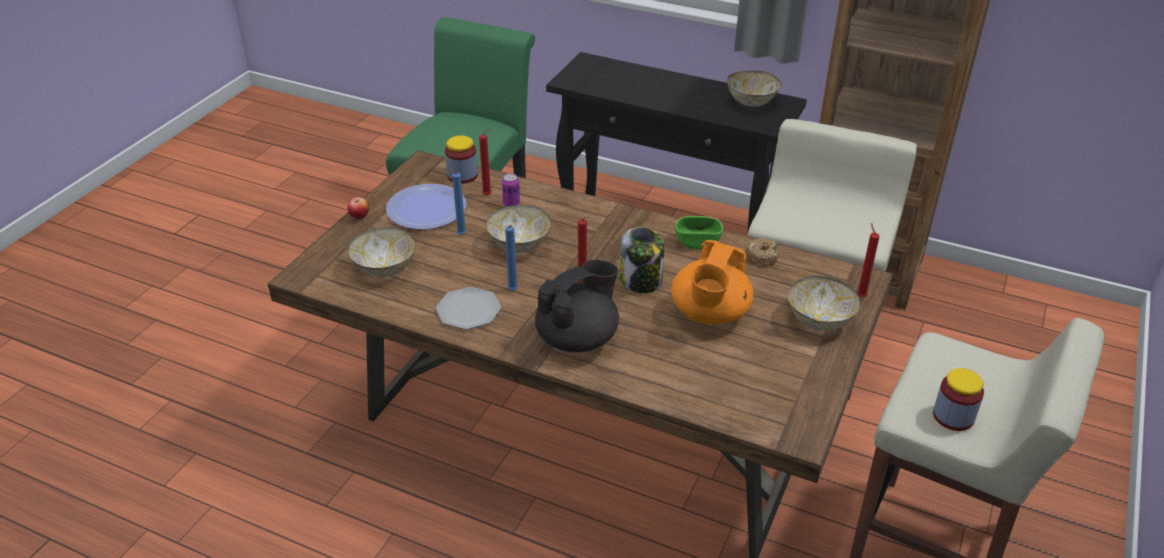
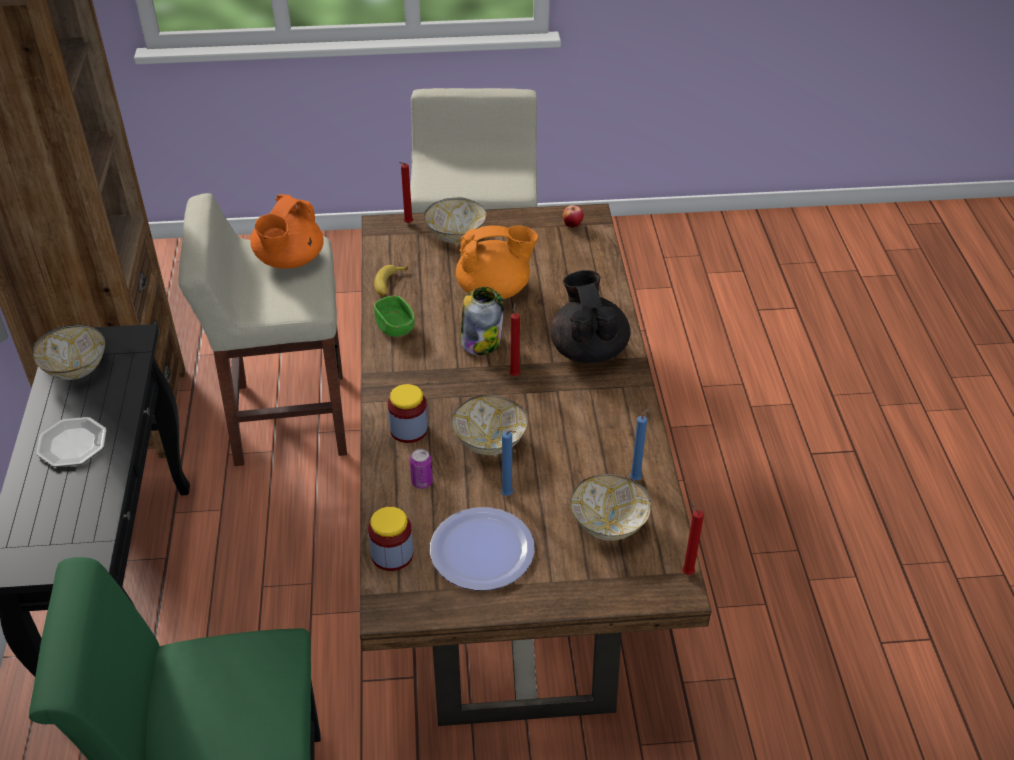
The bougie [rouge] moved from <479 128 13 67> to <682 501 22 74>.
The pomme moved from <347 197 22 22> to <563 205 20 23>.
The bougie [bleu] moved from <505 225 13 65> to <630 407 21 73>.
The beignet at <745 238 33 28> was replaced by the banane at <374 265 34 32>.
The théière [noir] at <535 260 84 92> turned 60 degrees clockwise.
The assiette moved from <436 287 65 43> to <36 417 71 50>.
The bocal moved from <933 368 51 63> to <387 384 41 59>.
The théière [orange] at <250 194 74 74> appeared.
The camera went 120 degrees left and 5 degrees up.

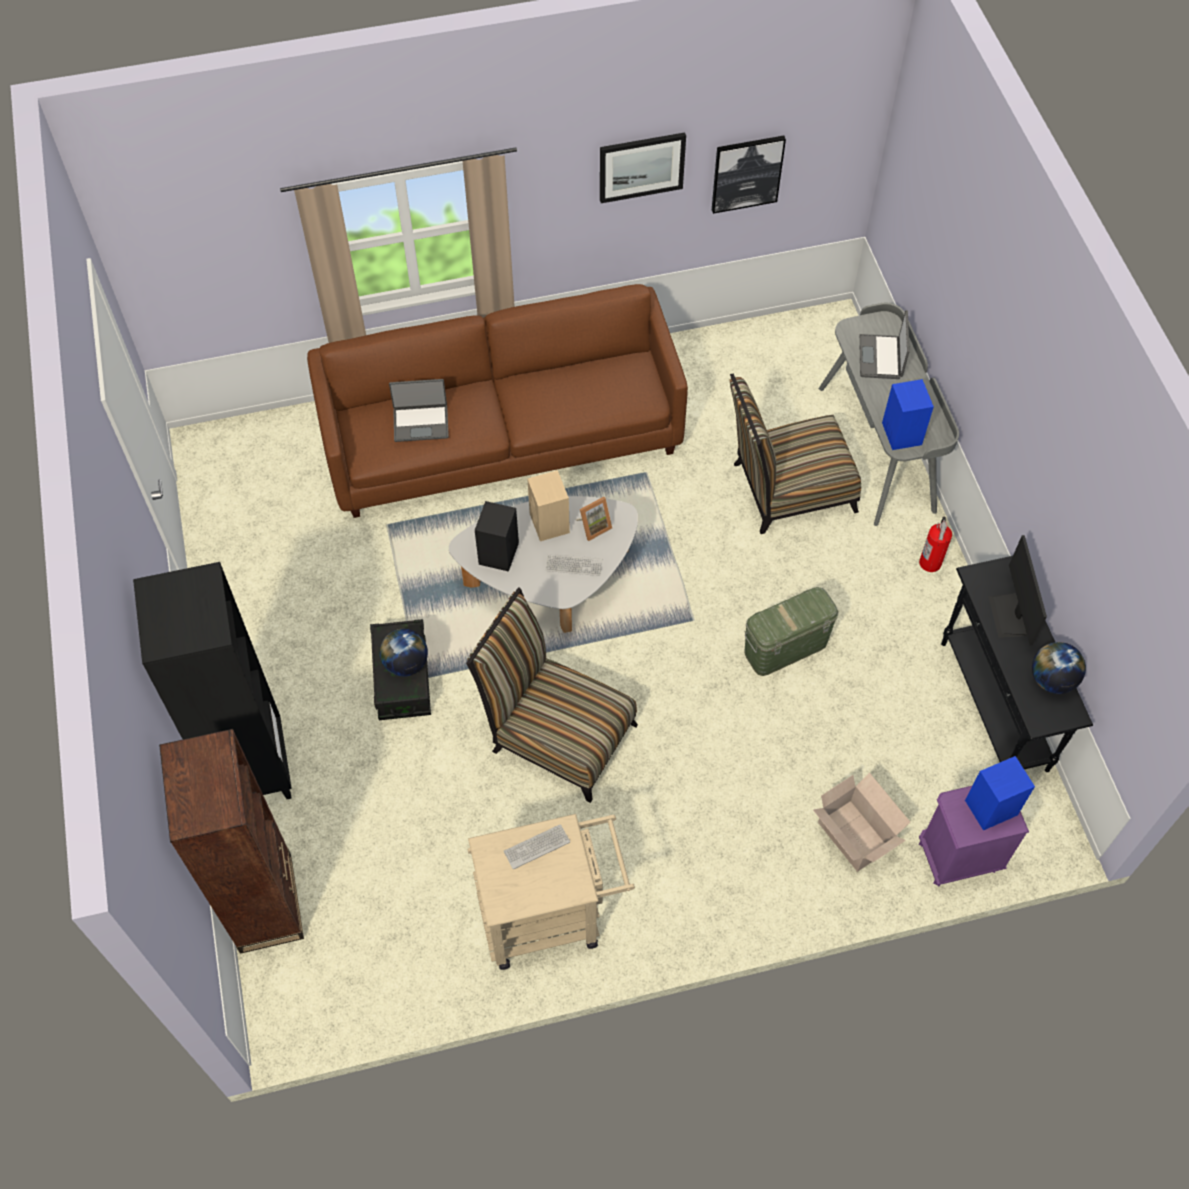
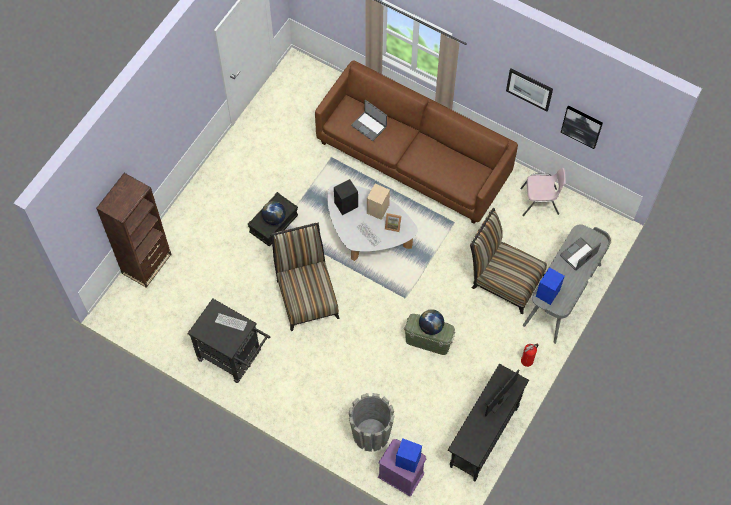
The bibliothèque [noir] at <133 562 159 237> disappeared.
The globe moved from <1032 642 54 52> to <419 309 25 26>.
The carton at <813 773 97 99> was replaced by the cache-pot [gris] at <349 393 45 59>.
The chariot [beige] at <467 814 168 156> became the chariot [noir] at <187 299 83 84>.
The chaise [rose] at <520 168 46 48> appeared.
The camera went 45 degrees right and 5 degrees up.

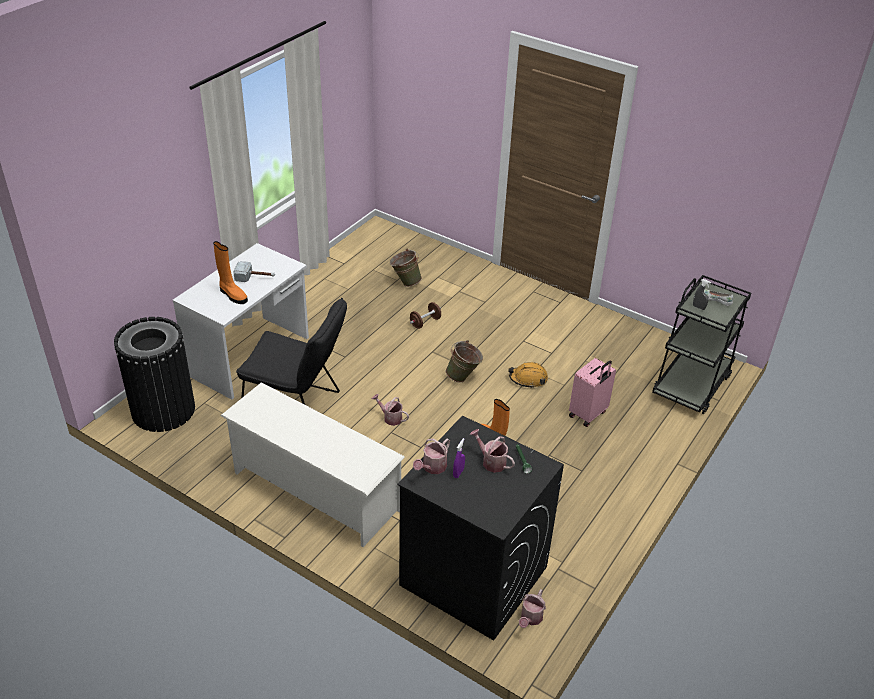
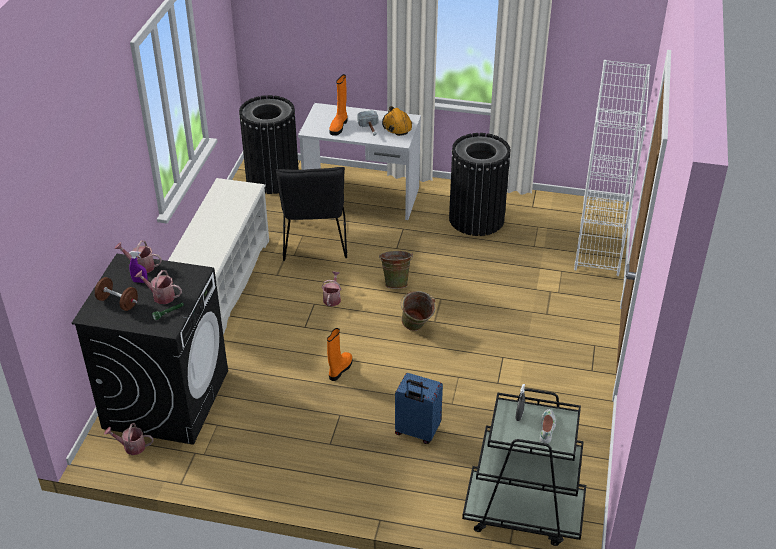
The seau [vert] moved from <390 249 32 38> to <379 251 34 38>.
The haltère [marron] moved from <410 302 31 27> to <95 277 43 34>.
The valise [rose] at <569 358 47 69> became the valise [bleu] at <395 373 48 71>.
The casque de chantier [orange] moved from <508 362 40 26> to <382 106 30 30>.
The arrosoir at <470 429 45 44> turned 90 degrees counterclockwise.
The bibliothèque [blanc] at <574 60 76 216> appeared.
The poubelle [noir] at <449 133 62 103> appeared.
The camera went 70 degrees right and 0 degrees up.

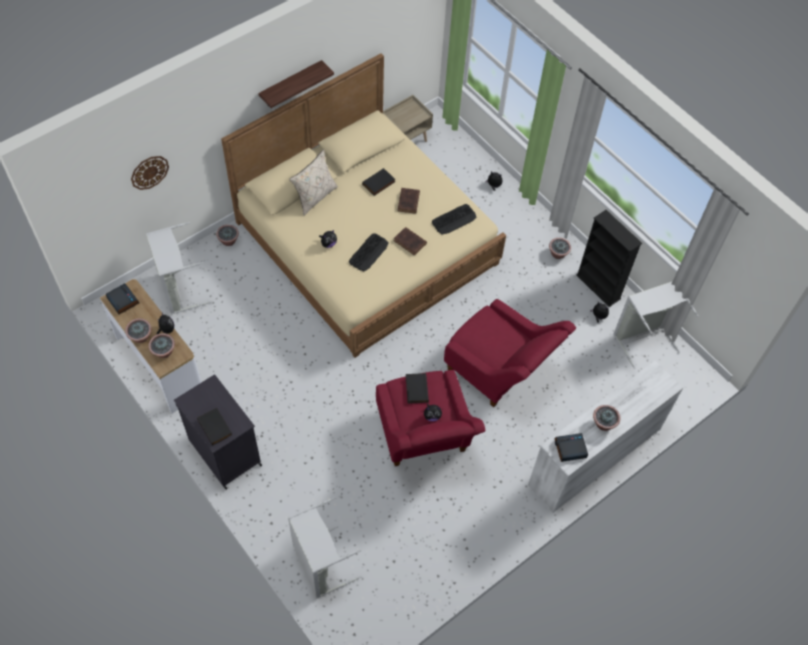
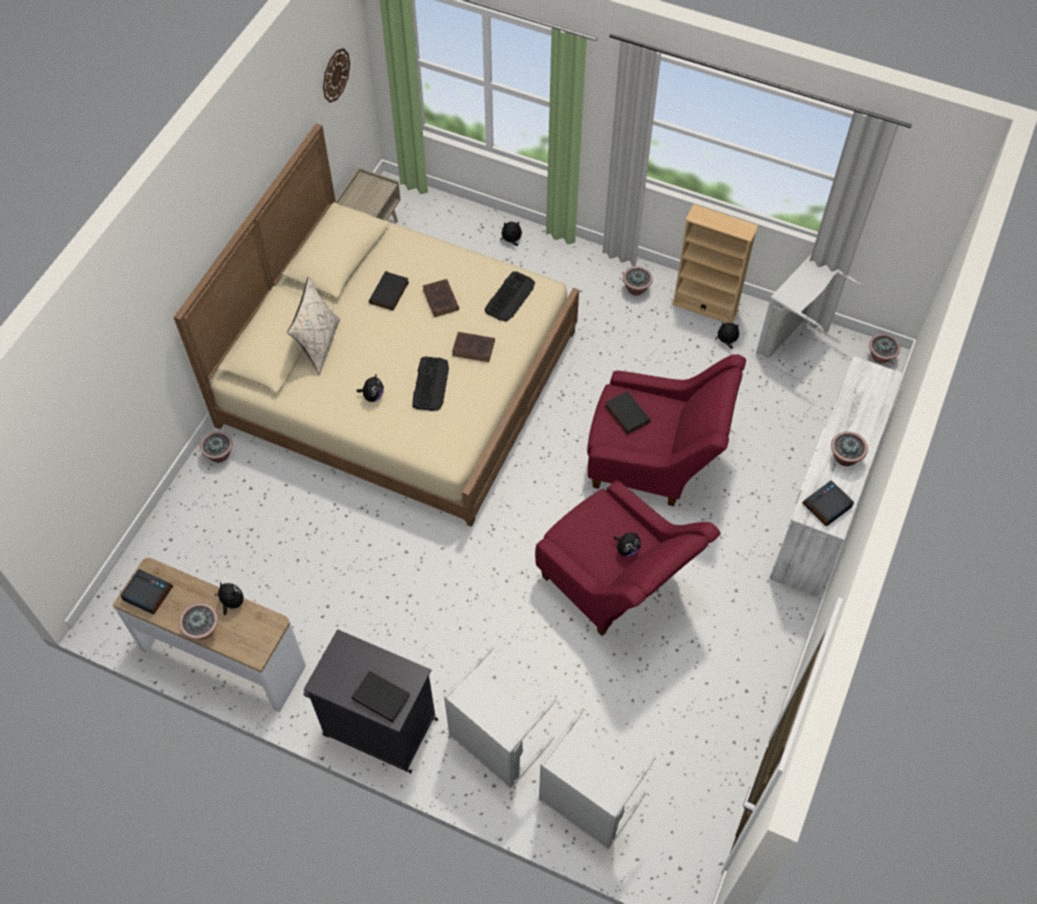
The étagère at <258 60 76 48> disappeared.
The horloge murale moved from <131 156 38 34> to <323 48 27 55>.
The bibliothèque [noir] at <576 210 66 97> became the bibliothèque [beige] at <672 204 87 119>.
The panier à linge [gris] moved from <146 222 67 93> to <444 646 113 142>.
The plante en pot moved from <149 333 26 25> to <869 334 31 29>.
The livre [noir] moved from <405 373 24 31> to <605 391 46 43>.
The camera went 25 degrees left and 0 degrees up.

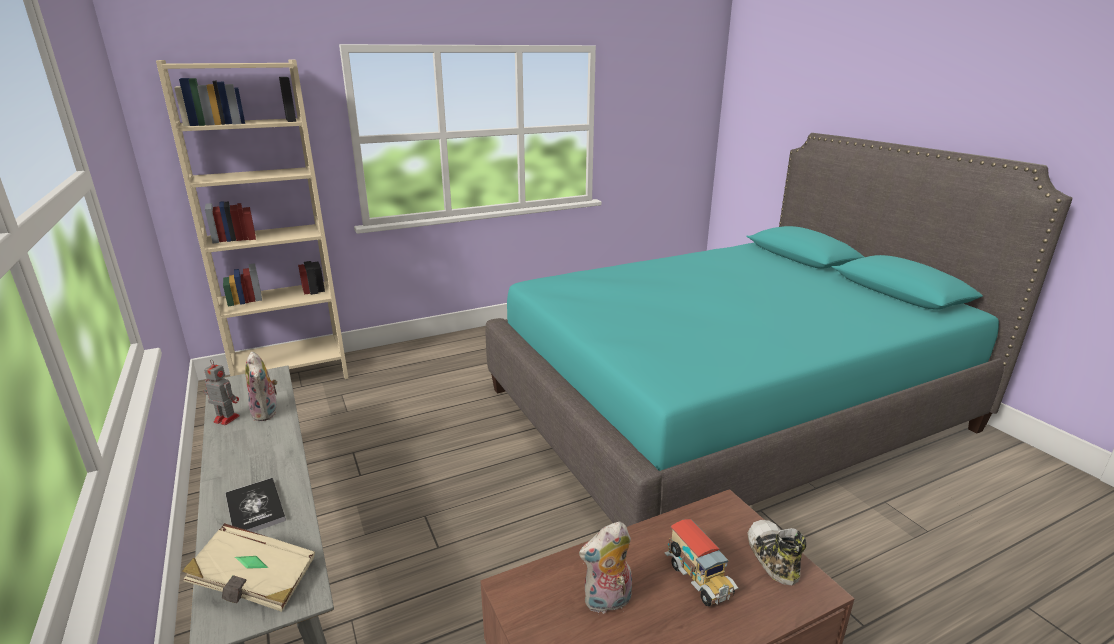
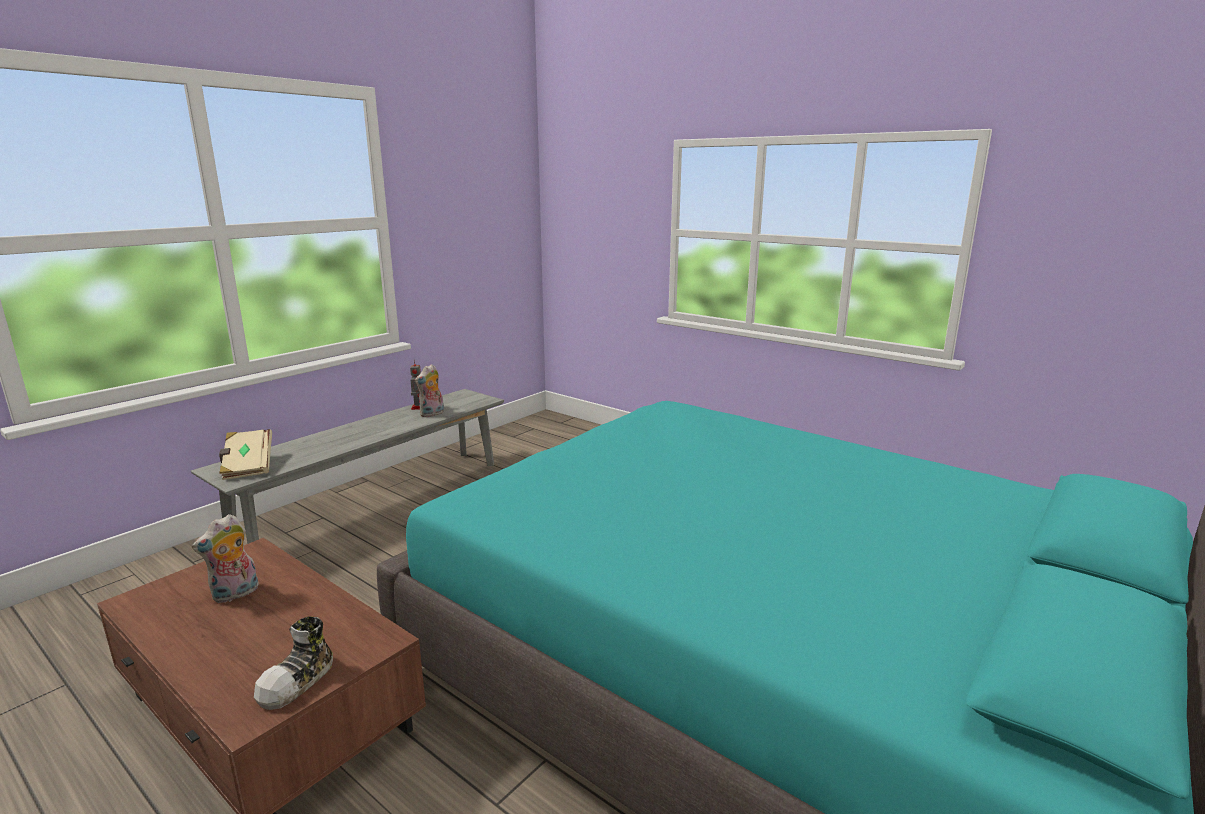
The bibliothèque [beige] at <156 59 193 320> disappeared.
The livre at <225 478 61 54> disappeared.
The camion jouet at <665 519 73 87> disappeared.
The chaussure at <747 520 59 65> turned 150 degrees clockwise.
The peluche at <579 522 53 92> turned 90 degrees counterclockwise.
The camera went 65 degrees right and 5 degrees down.

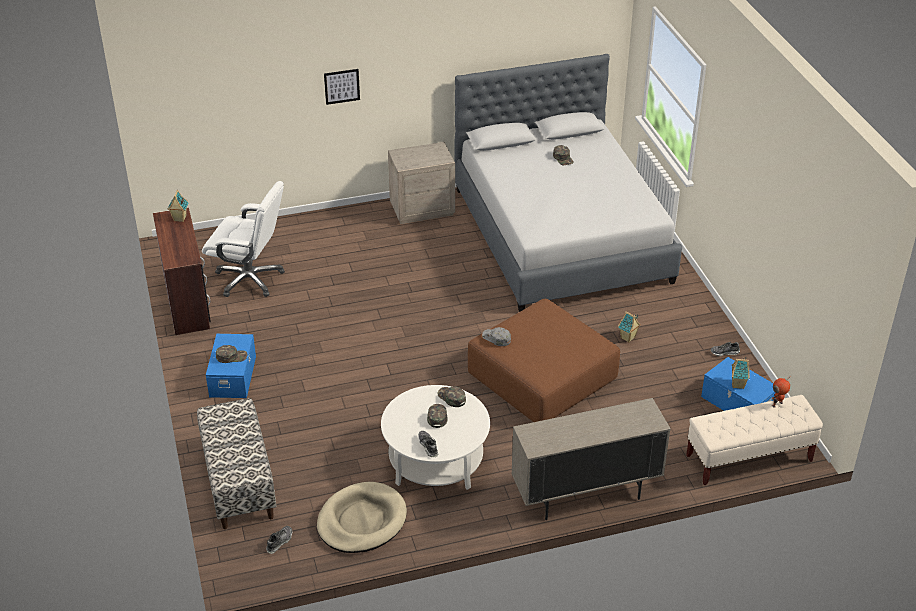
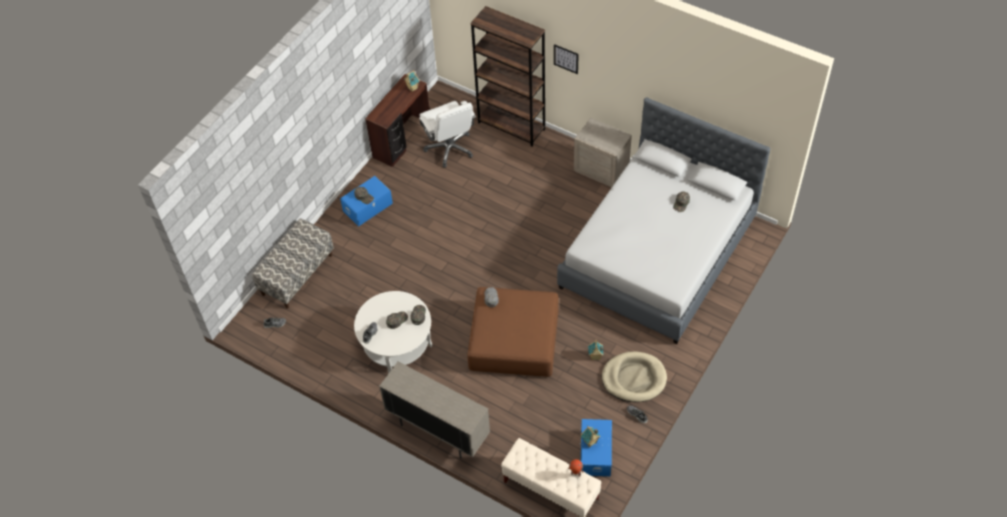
The panier pour chien [beige] moved from <317 482 90 71> to <602 351 65 51>.
The bibliothèque [marron] at <470 6 75 140> appeared.
The camera went 50 degrees right and 15 degrees up.

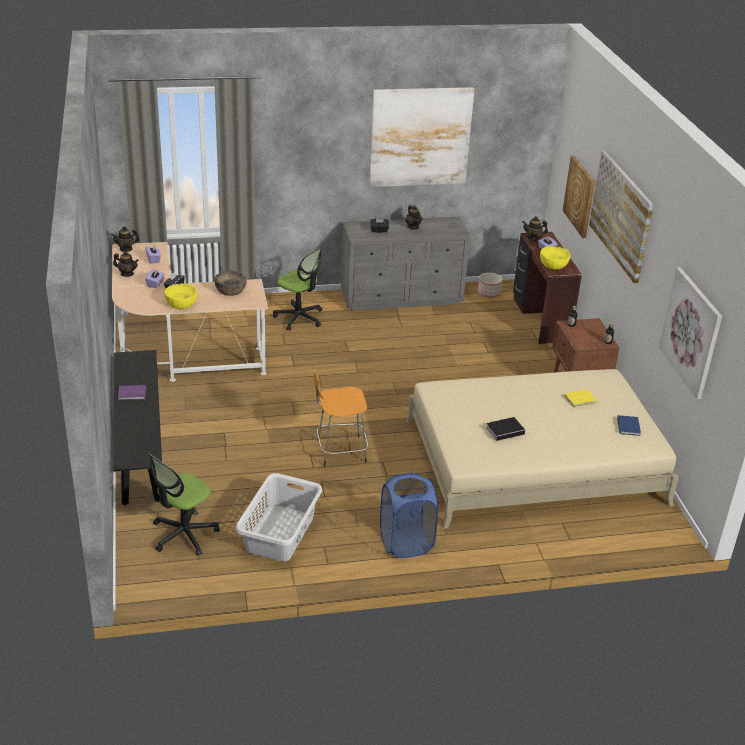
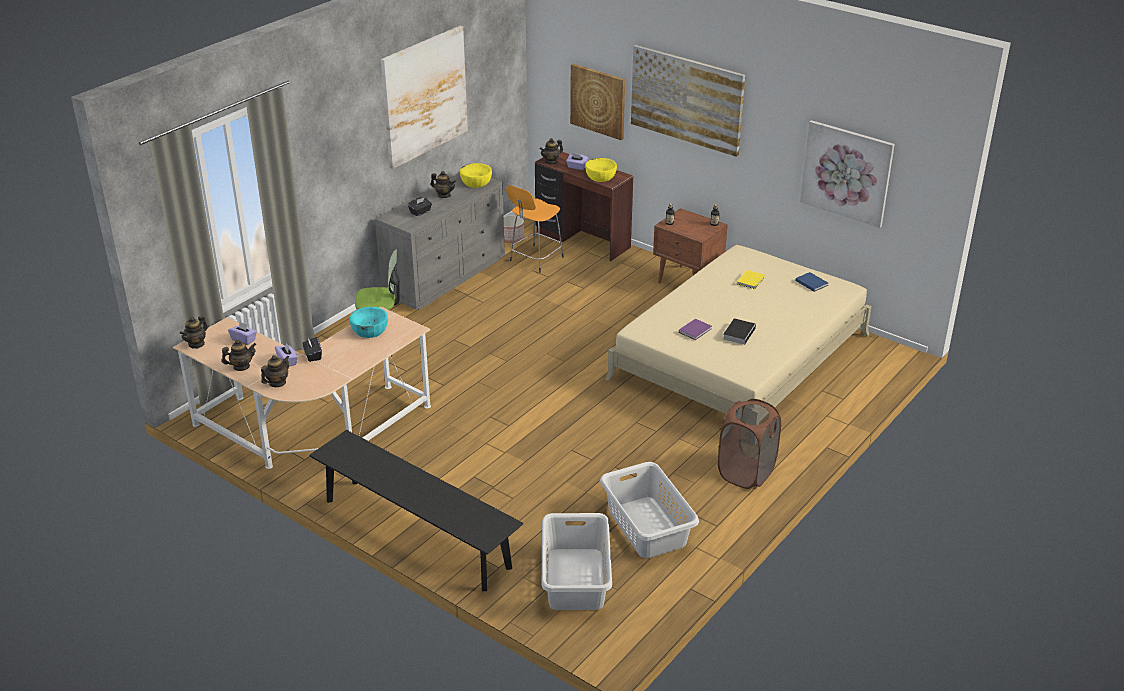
The bol [marron] at <215 271 32 25> became the bol [turquoise] at <350 307 38 31>.
The bol [jaune] moved from <165 283 33 26> to <460 163 32 25>.
The tabouret [orange] moved from <313 363 56 103> to <506 185 58 88>.
The livre [violet] moved from <118 385 28 15> to <679 319 33 21>.
The chaise de bureau at <149 454 71 102> was replaced by the panier à linge [gris] at <542 513 70 97>.
The panier à linge [bleu] at <380 473 58 85> became the panier à linge [marron] at <718 399 63 90>.
The théière at <261 355 28 32> appeared.
The camera went 40 degrees left and 0 degrees up.

